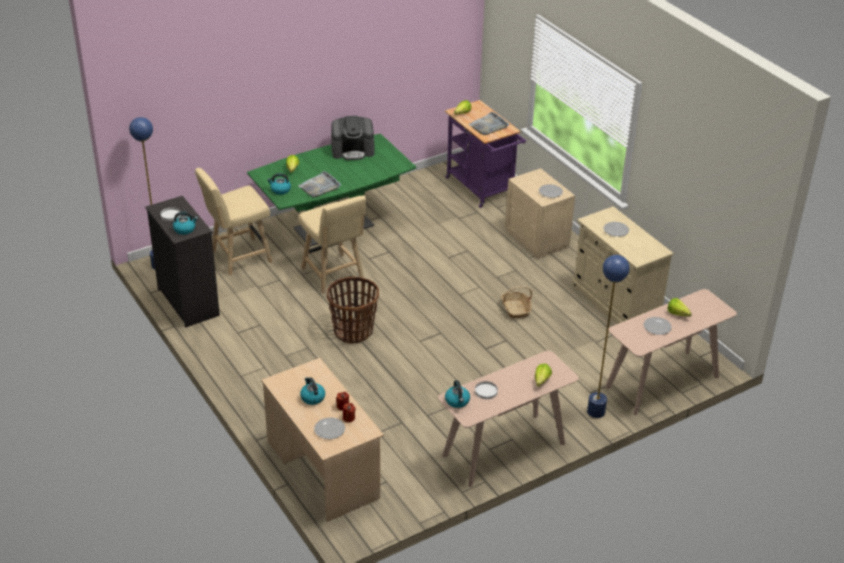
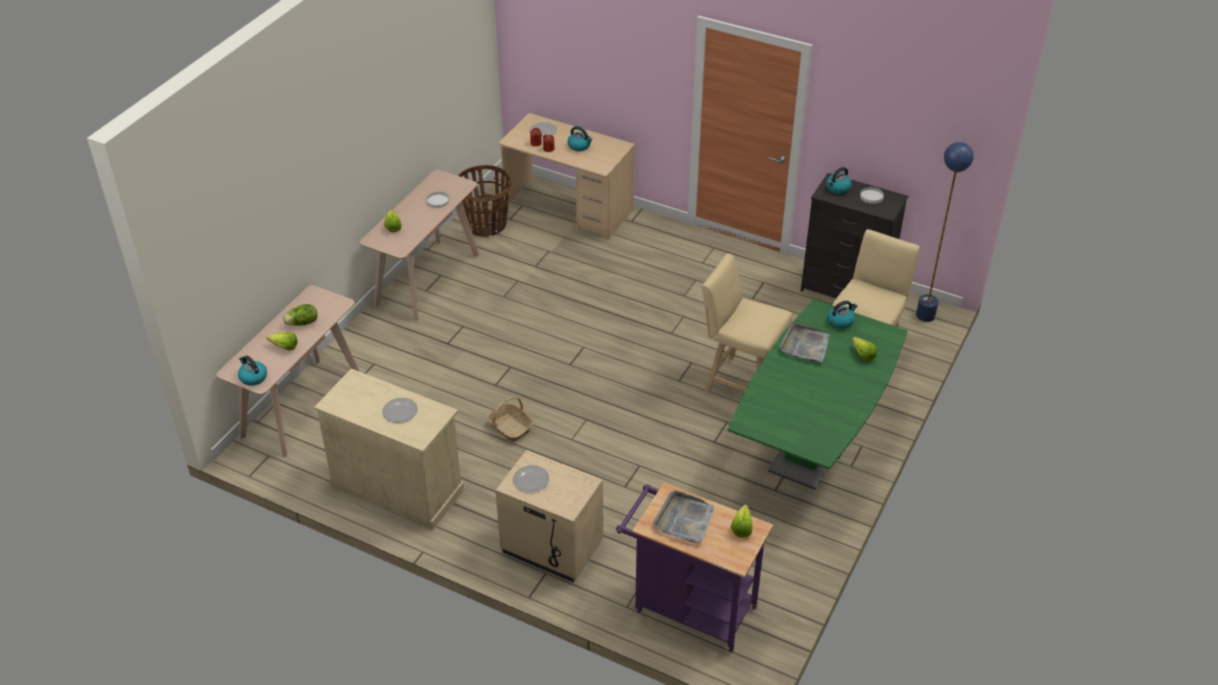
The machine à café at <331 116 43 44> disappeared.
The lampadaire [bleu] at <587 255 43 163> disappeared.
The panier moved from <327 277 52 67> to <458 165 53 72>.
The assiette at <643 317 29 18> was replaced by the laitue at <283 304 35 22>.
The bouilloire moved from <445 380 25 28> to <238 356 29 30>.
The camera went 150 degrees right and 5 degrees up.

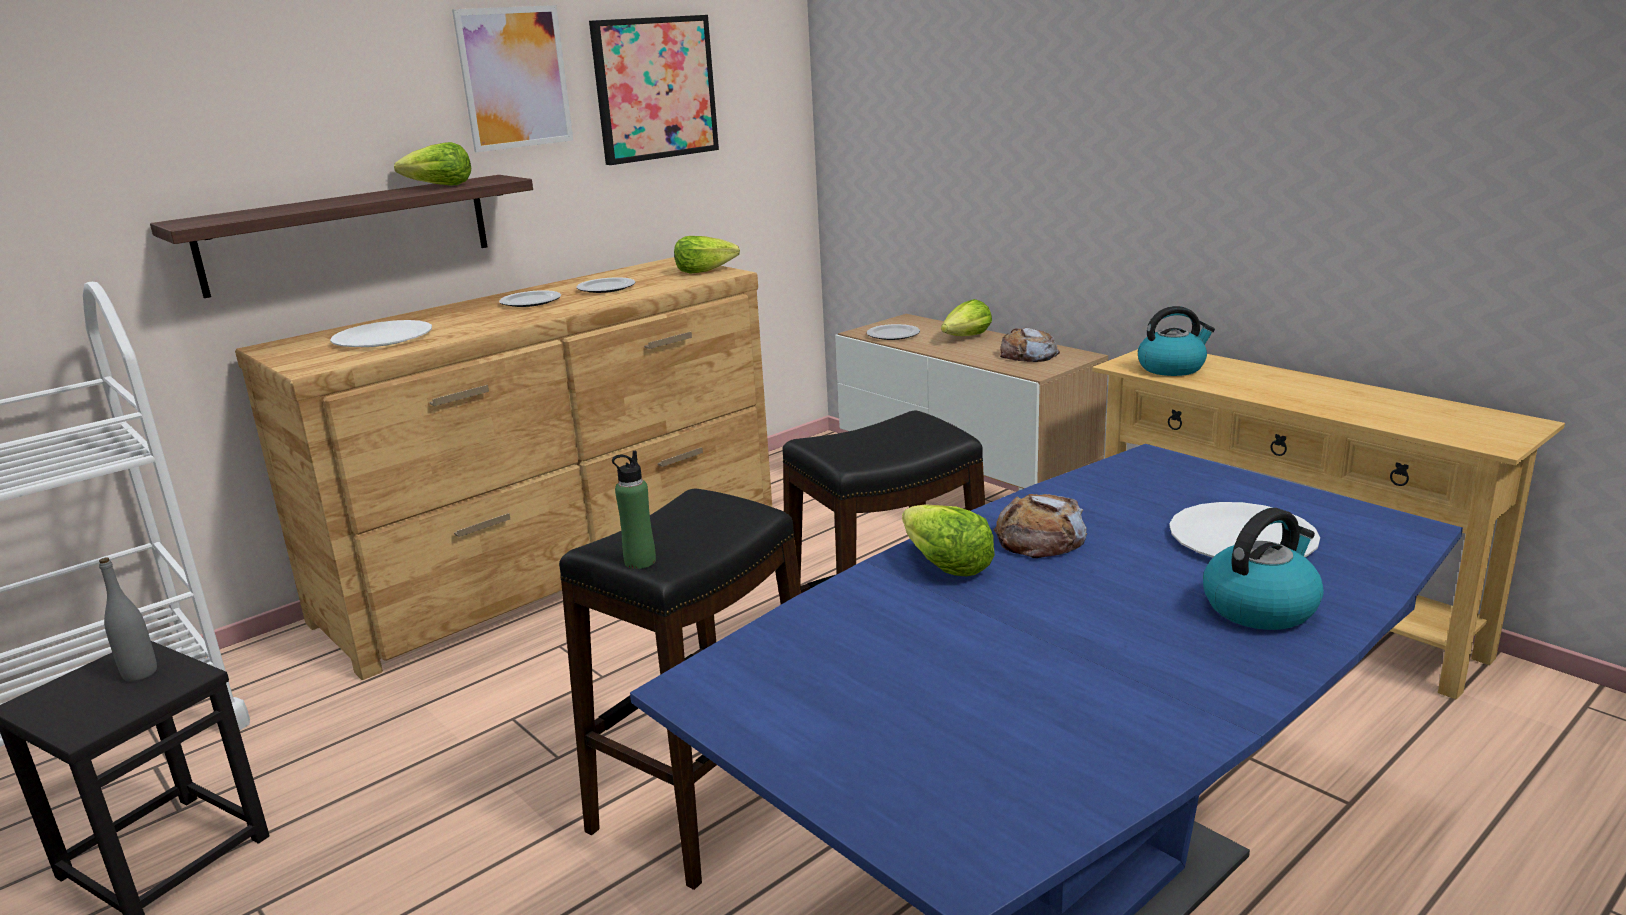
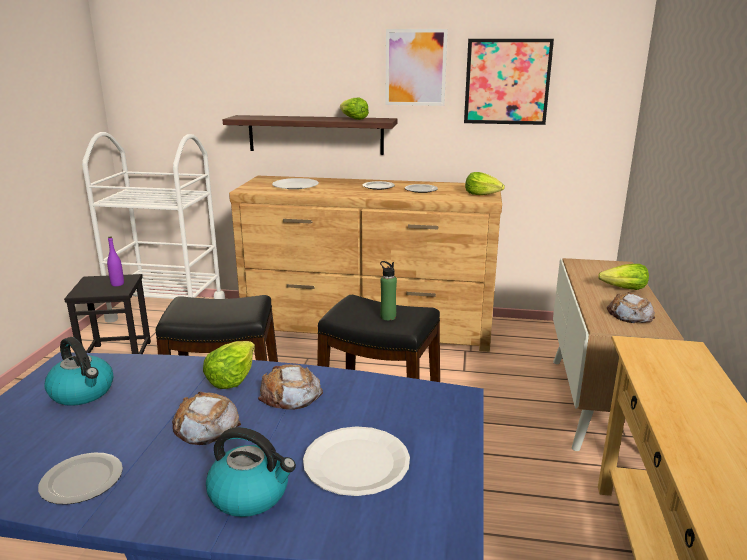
The bouilloire moved from <1138 306 77 70> to <45 337 68 69>.
The assiette moved from <867 324 53 16> to <38 453 85 52>.
The bouteille [vert] moved from <612 451 44 118> to <380 261 17 59>.
The bouteille [gris] at <99 557 58 124> became the bouteille [violet] at <107 236 17 50>.
The pain at <172 392 69 53> appeared.
The camera went 50 degrees right and 0 degrees up.

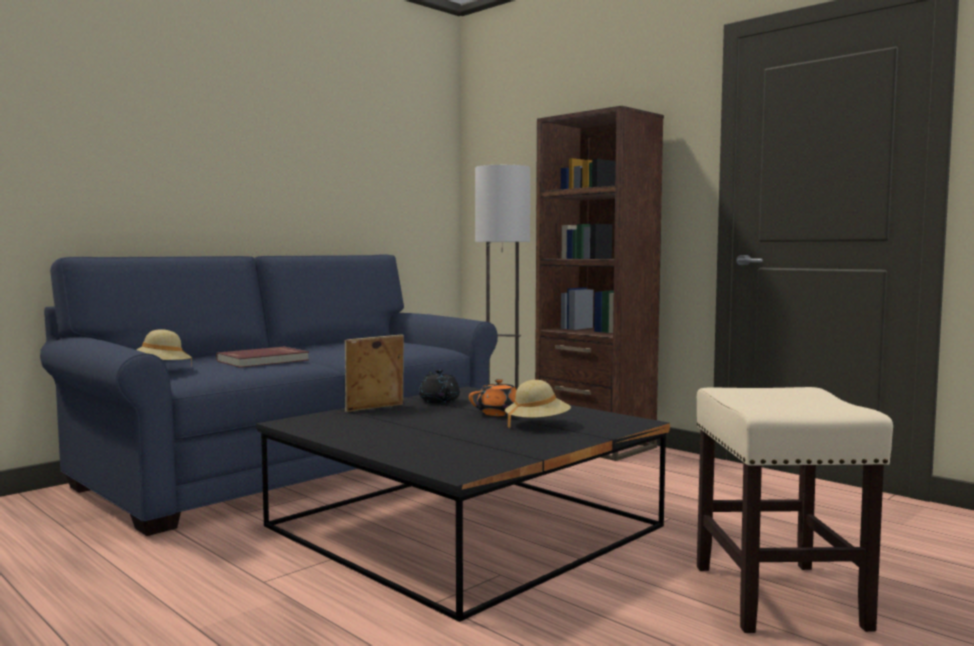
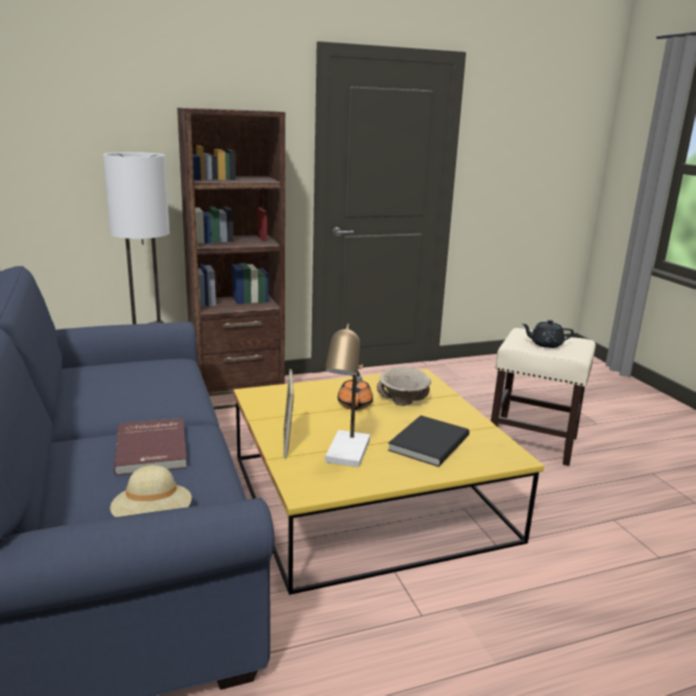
The théière [noir] moved from <419 369 41 35> to <522 320 52 28>.
The chapeau [beige] at <505 380 66 48> was replaced by the bol [beige] at <377 366 54 40>.
The table basse [noir] at <256 387 414 235> became the table basse [jaune] at <234 369 310 226>.
The lampe de table at <325 324 45 143> appeared.
The livre [noir] at <388 415 81 52> appeared.
The camera went 65 degrees left and 15 degrees up.

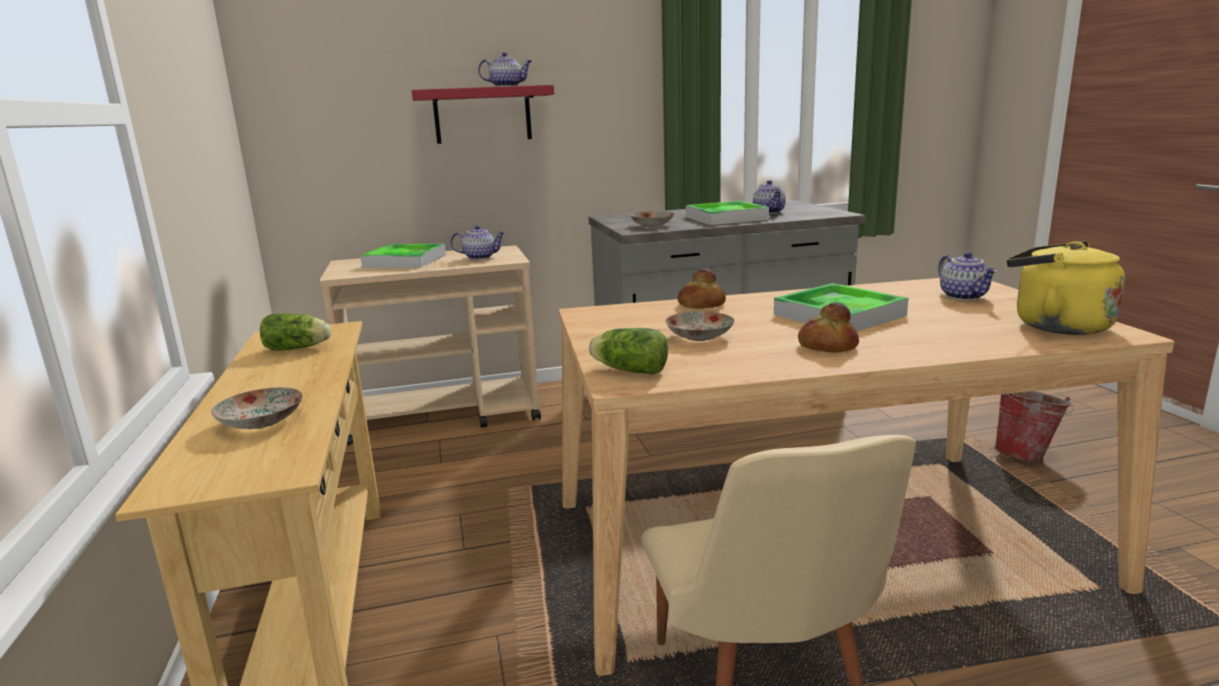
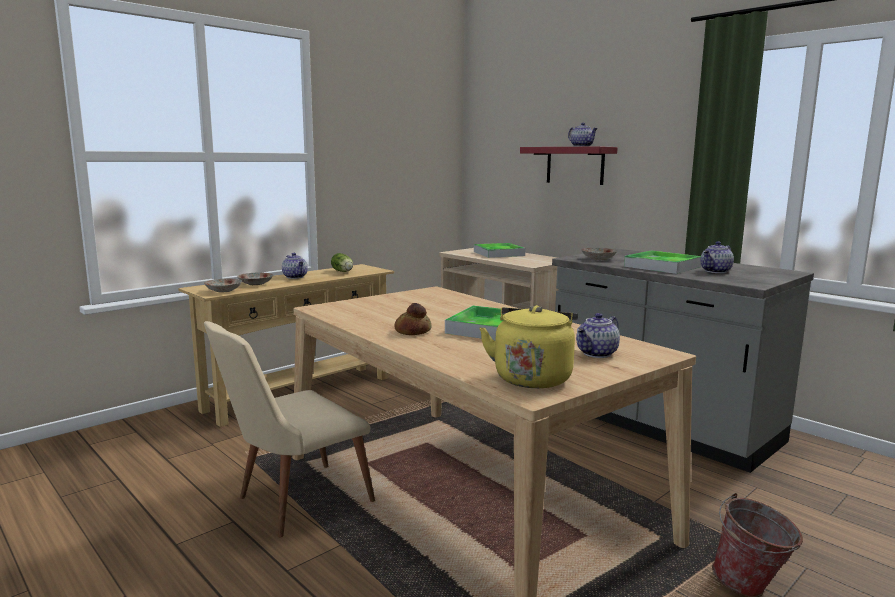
The théière moved from <451 225 55 35> to <282 253 26 26>.
The pain at <678 268 48 41> disappeared.
The assiette moved from <665 312 70 29> to <204 279 38 13>.
The laitue at <589 328 79 47> disappeared.
The camera went 60 degrees right and 5 degrees down.

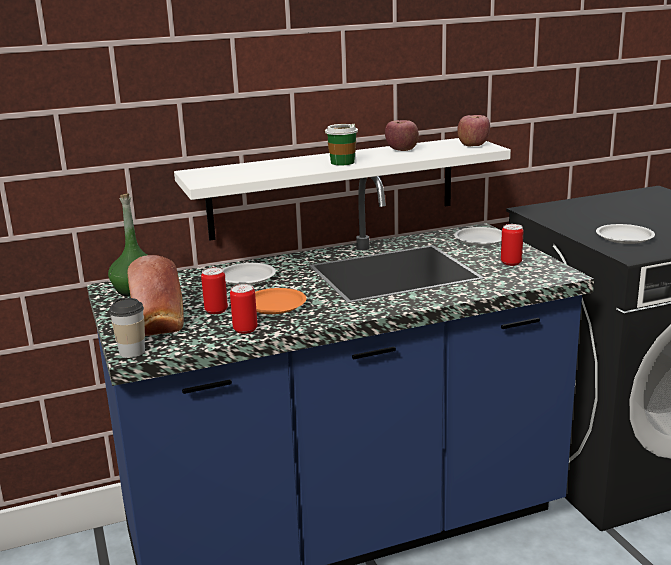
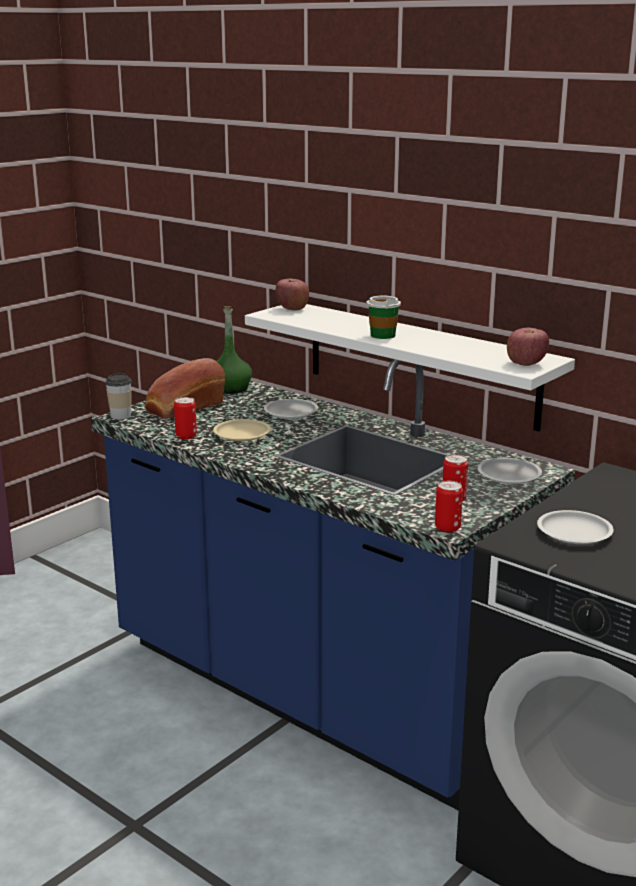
The pomme moved from <385 120 34 31> to <276 279 33 32>.
The boîte métallique moved from <201 267 27 47> to <435 481 28 52>.
The assiette [orange] at <255 288 51 26> became the assiette [beige] at <213 419 58 22>.
The camera went 60 degrees right and 0 degrees up.

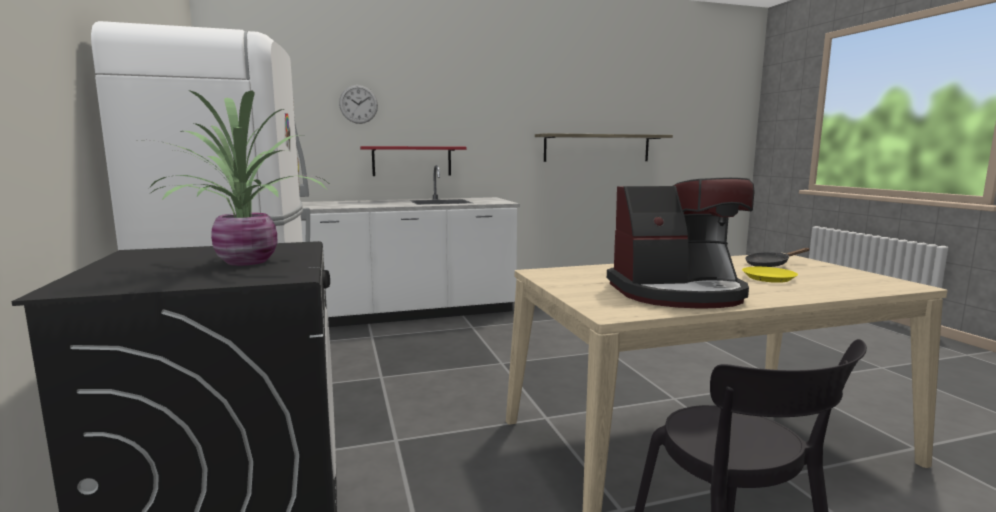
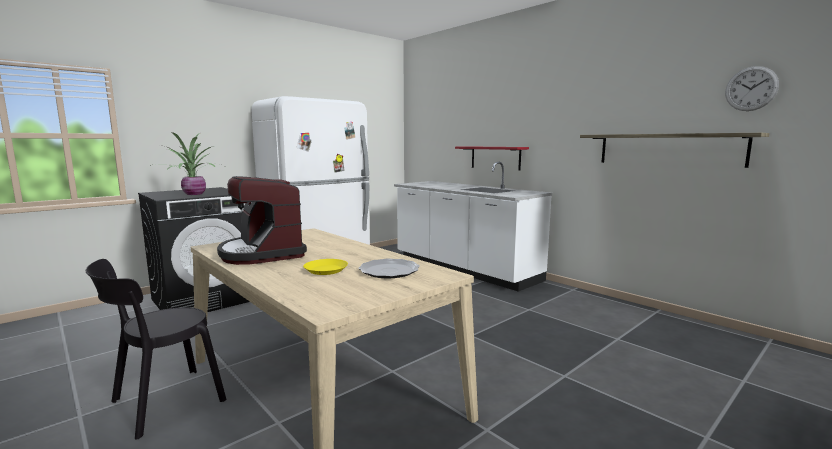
The horloge murale moved from <339 85 39 39> to <725 66 54 45>.
The poêle [noir] at <745 248 64 19> was replaced by the assiette at <359 258 61 20>.
The camera went 65 degrees right and 0 degrees up.

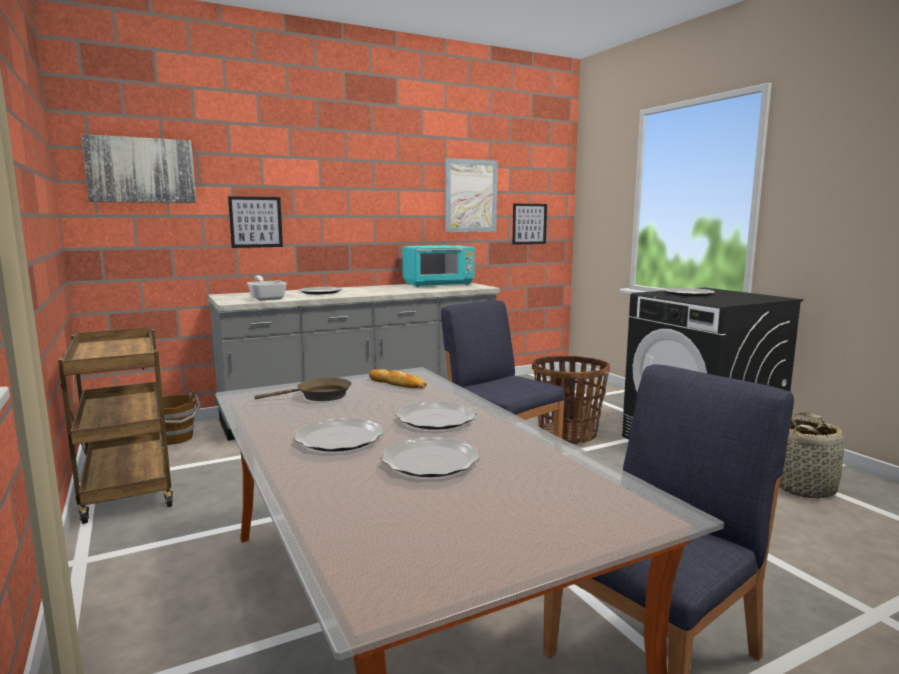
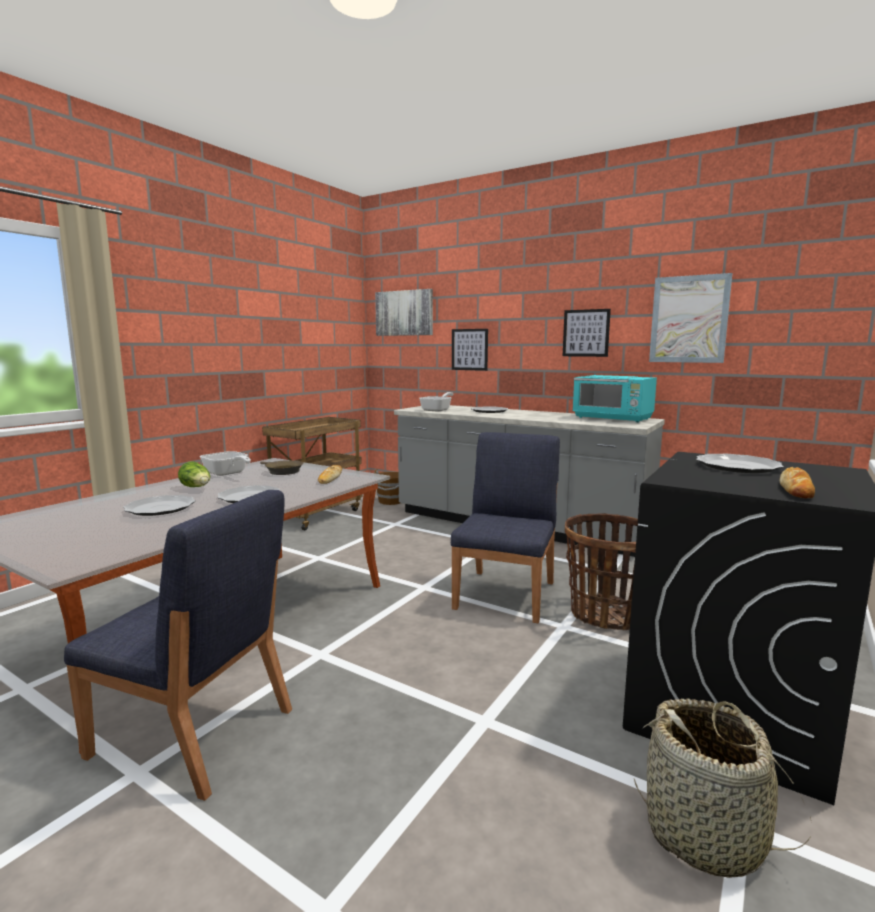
The tableau moved from <512 204 35 41> to <563 309 48 48>.
The assiette at <294 418 90 34> was replaced by the laitue at <178 461 32 26>.
The poêle at <200 451 51 25> appeared.
The pain at <780 467 35 32> appeared.
The camera went 60 degrees right and 0 degrees up.

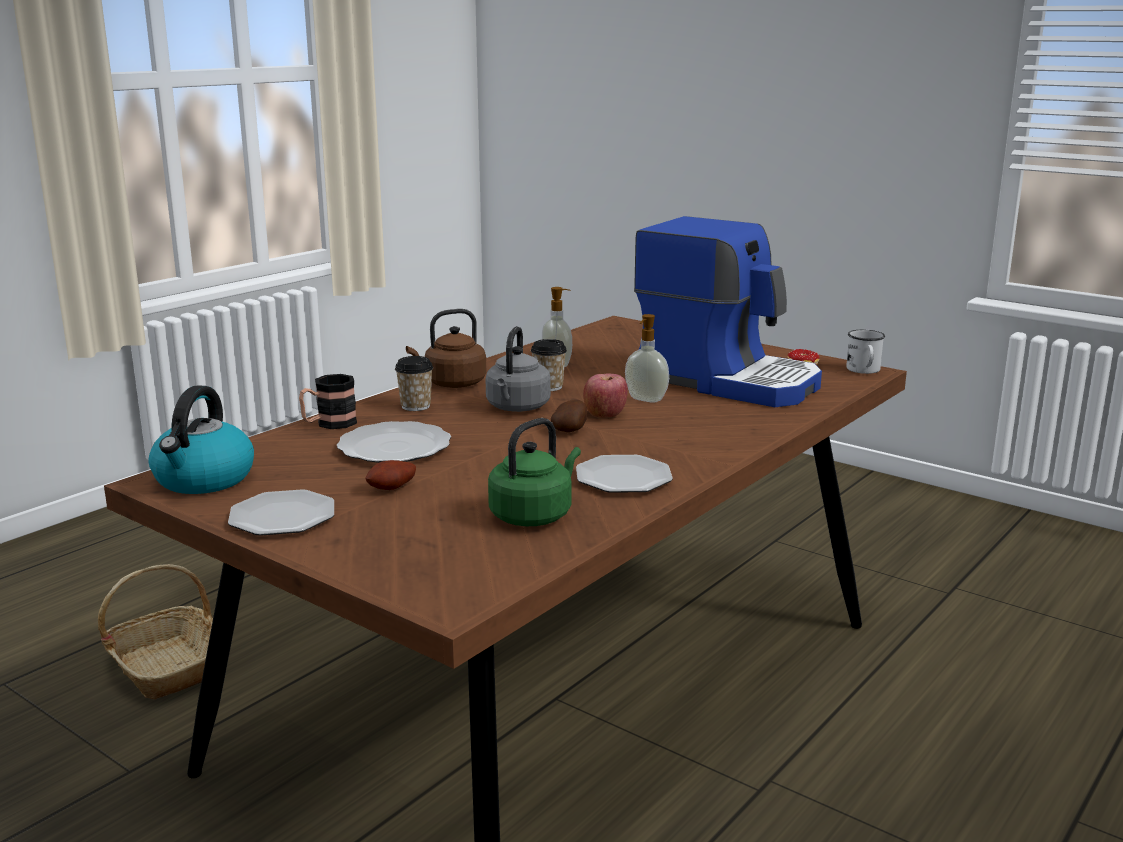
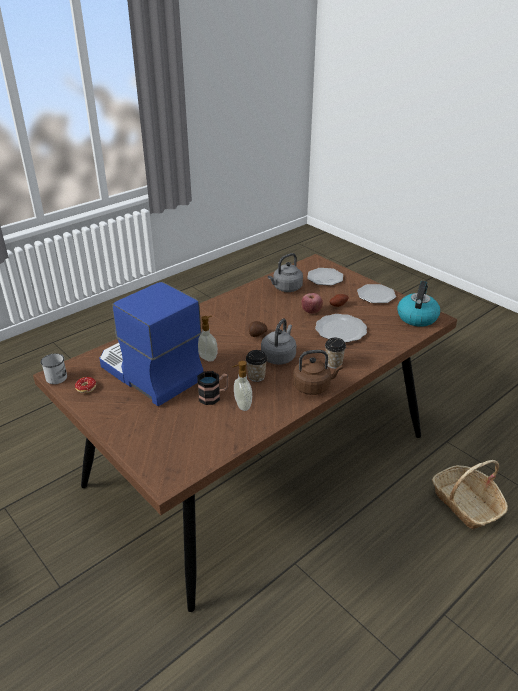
The pomme moved from <583 373 45 45> to <302 293 21 21>.
The mug moved from <299 374 58 55> to <197 371 32 34>.
The bouilloire [vert] at <488 418 93 108> became the bouilloire [gris] at <268 253 35 39>.
The assiette moved from <576 455 97 38> to <307 268 36 18>.
The camera went 170 degrees left and 15 degrees up.

